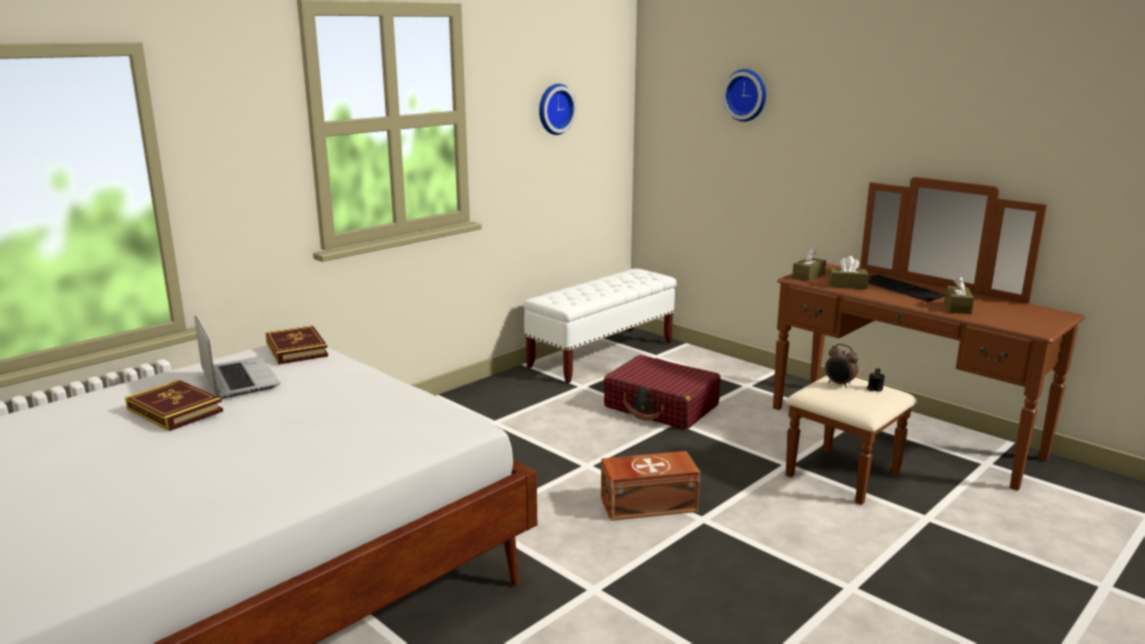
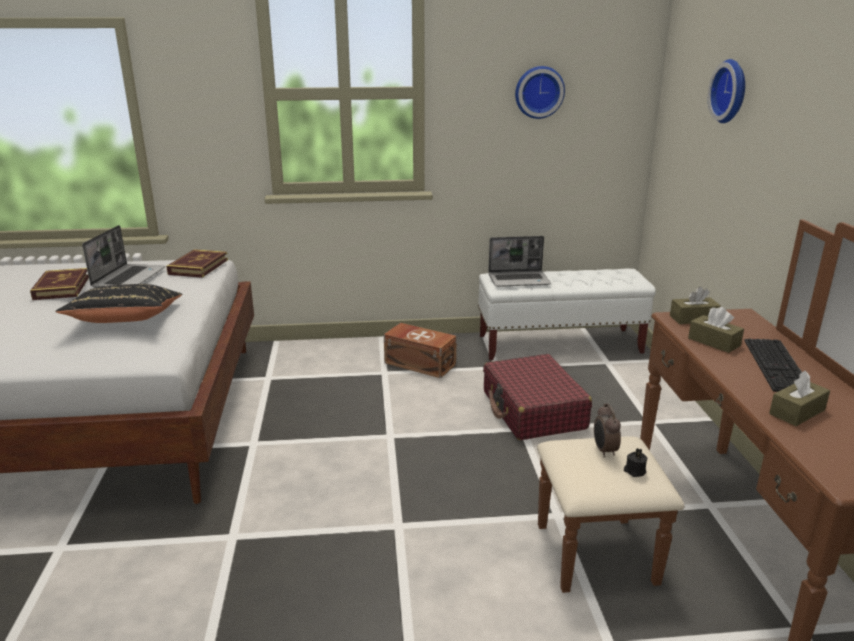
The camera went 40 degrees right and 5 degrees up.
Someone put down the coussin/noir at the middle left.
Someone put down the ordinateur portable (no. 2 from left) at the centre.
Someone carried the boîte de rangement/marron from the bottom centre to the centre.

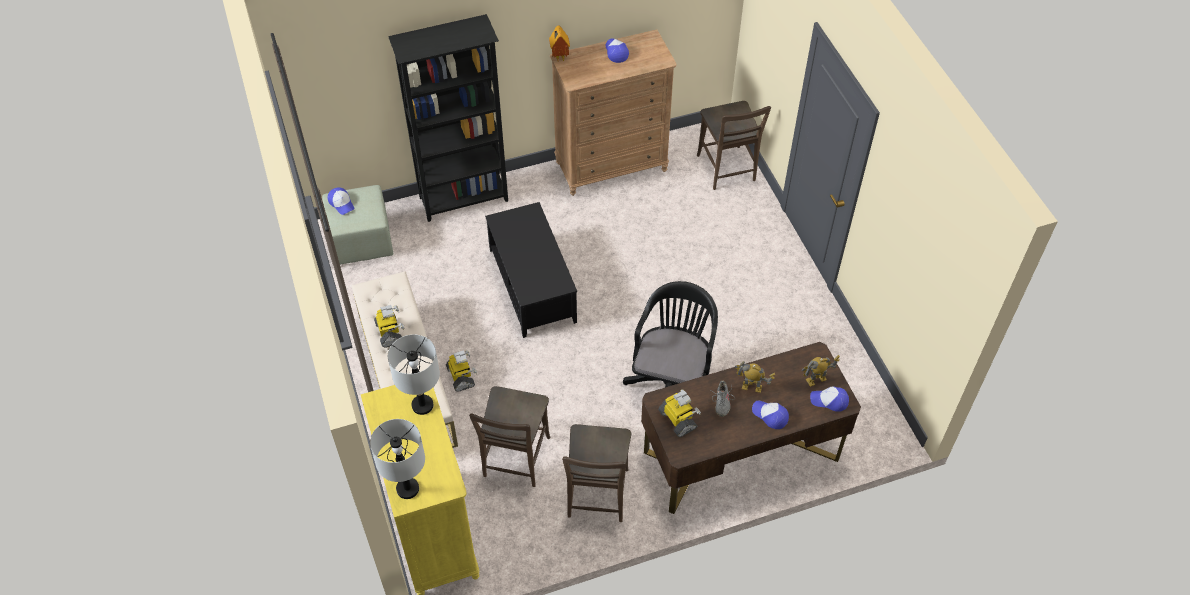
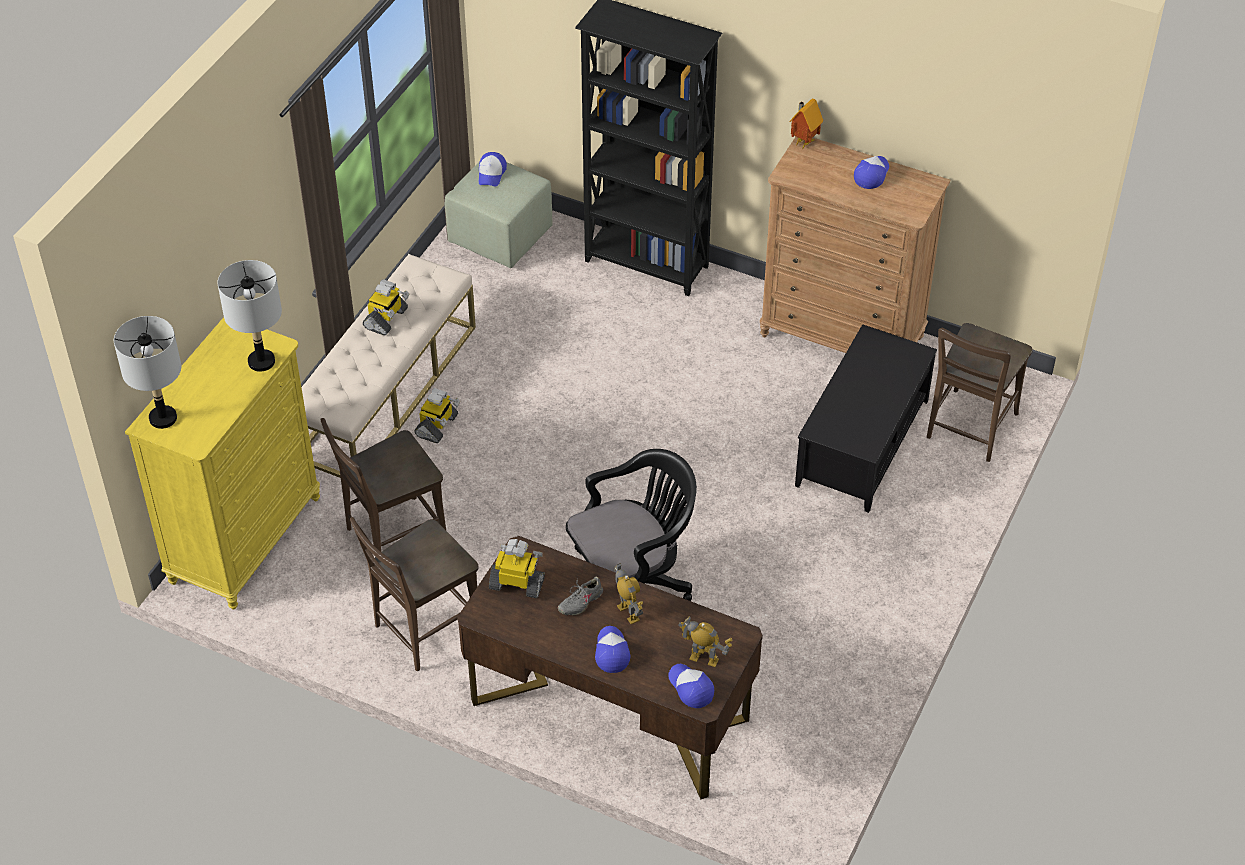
The camera went 45 degrees right and 5 degrees down.
Someone carried the table basse/noir from the centre to the middle right.
Someone rotated the robot jouet (no. 3 from left) at the bottom centre by 90 degrees counterclockwise.

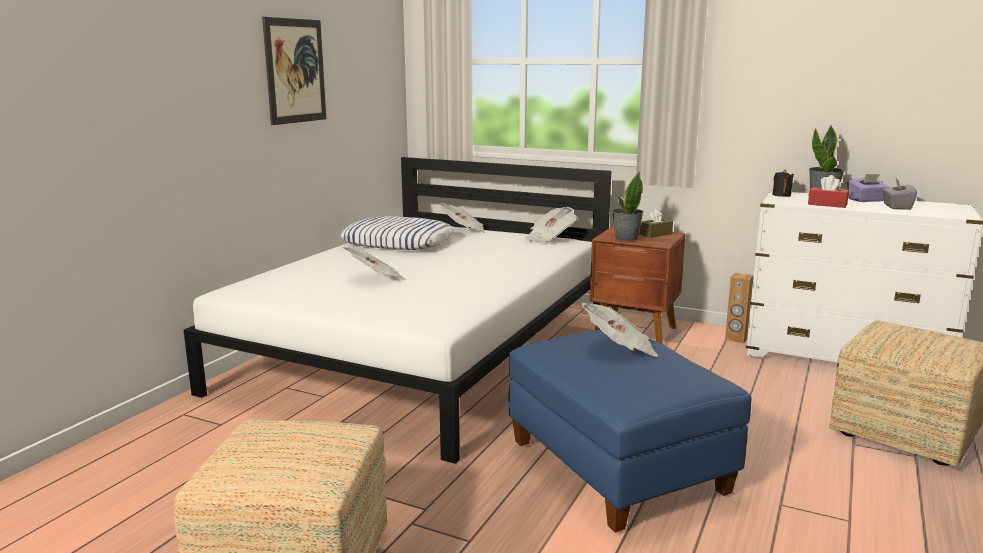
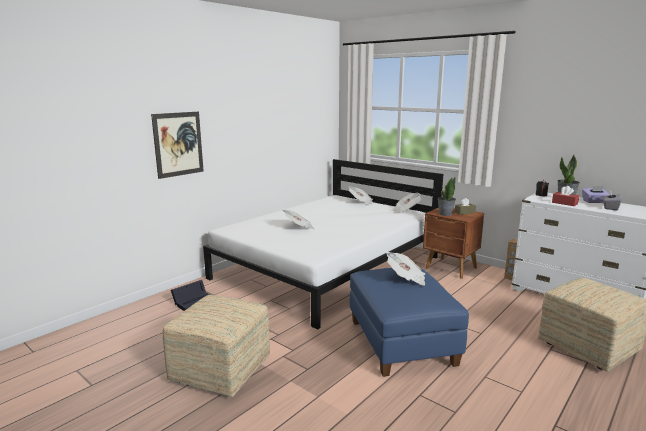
The camera went 15 degrees right and 0 degrees up.
Someone took away the coussin at the centre.
Someone put down the boîte de rangement/noir at the bottom left.
Someone carried the tableau from the top left to the middle left.

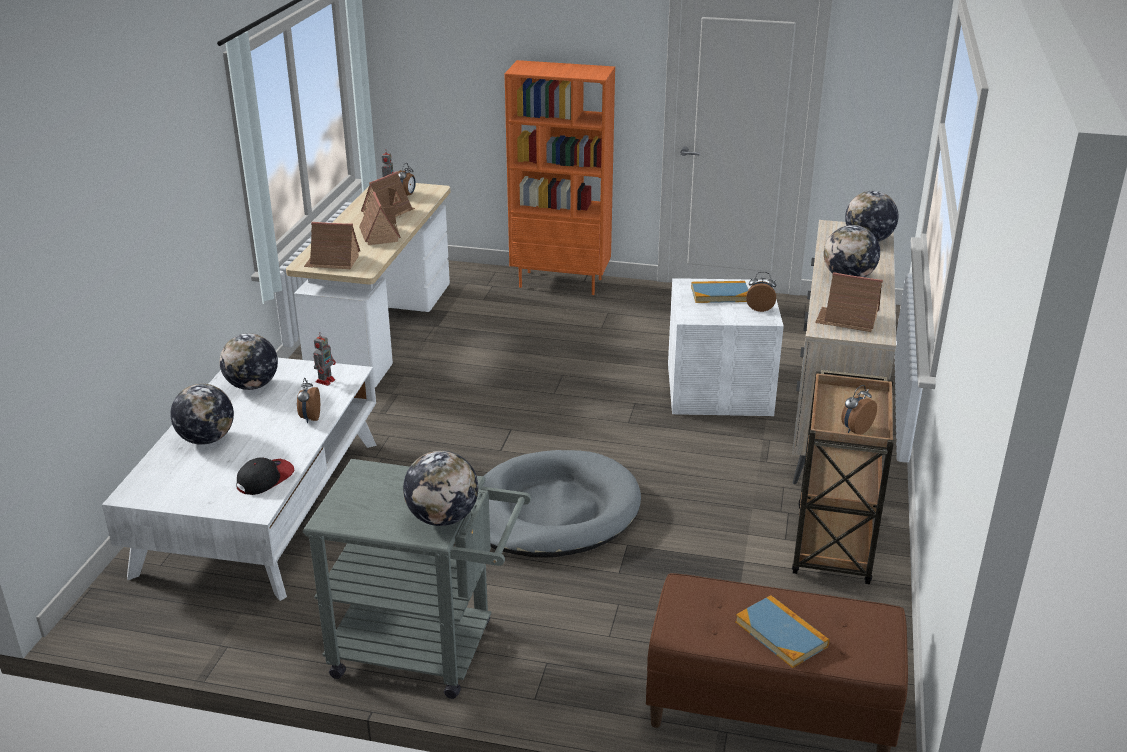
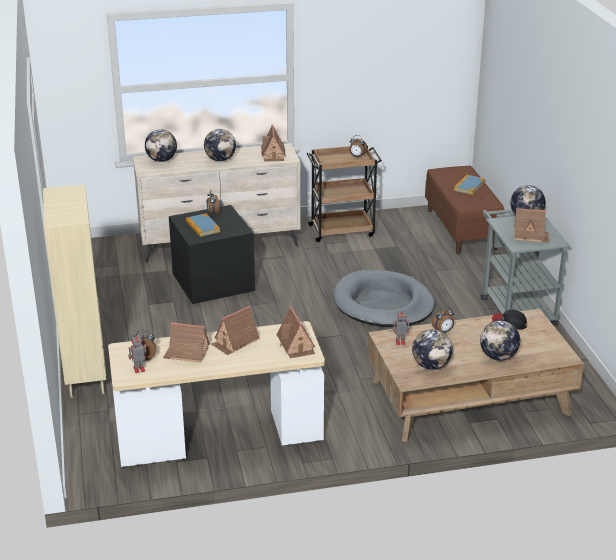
The camera went 115 degrees left and 0 degrees up.
Someone put down the maison miniature (no. 5 from left) at the middle right.
Someone repainted the table basse/blanc at the middle left, which became the table basse/marron at the bottom right.
Someone repainted the bibliothèque/orange at the top centre, which became the bibliothèque/beige at the middle left.
Someone repainted the boîte de rangement/blanc at the centre, which became the boîte de rangement/noir at the centre.

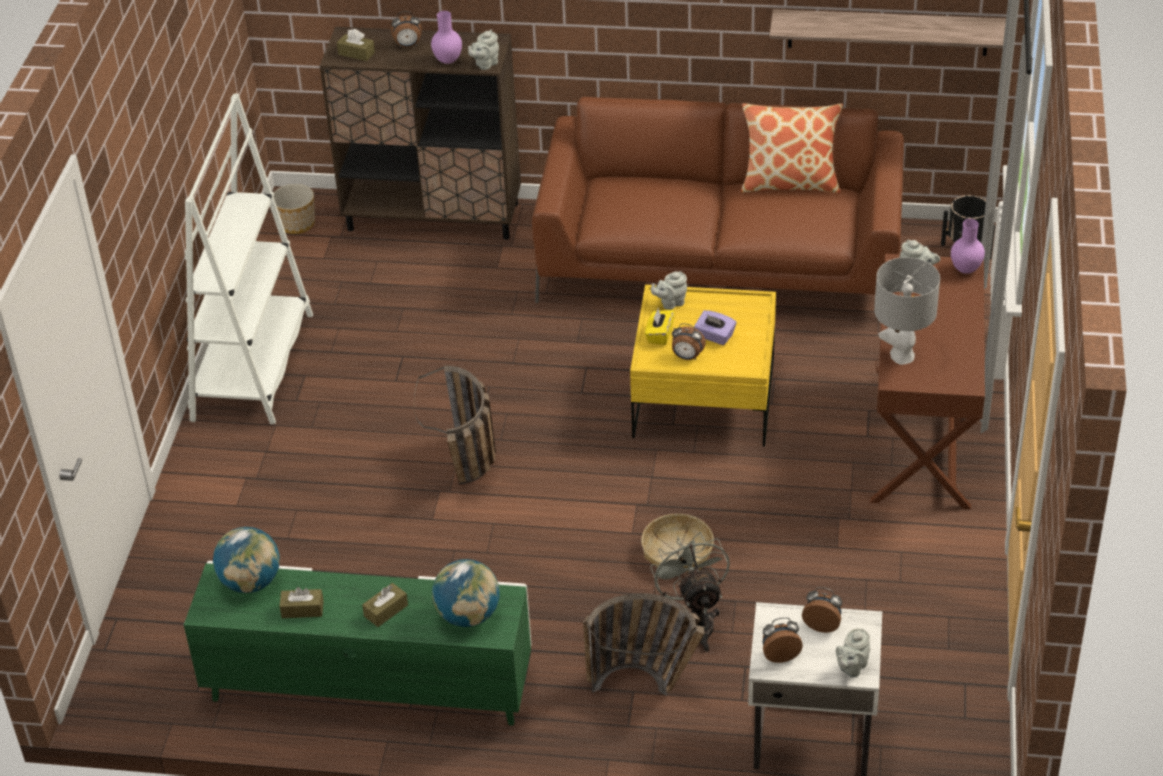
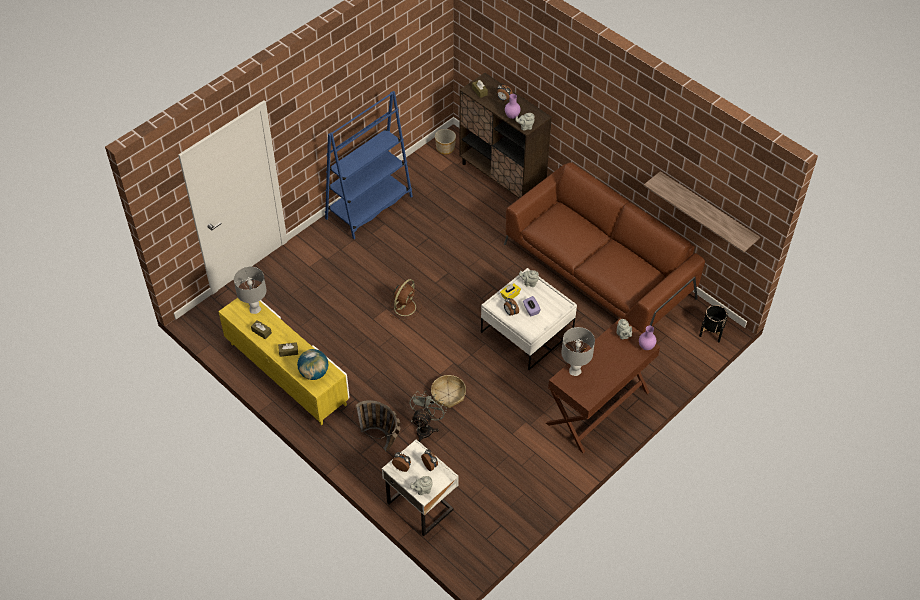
The camera went 35 degrees right and 10 degrees up.
Someone took away the coussin at the top right.
Someone swapped the globe (no. 1 from left) at the bottom left for the lampe de table/gris (no. 1 from left) at the middle left.
Someone swapped the panier (no. 1 from left) at the centre for the ventilateur/marron at the centre.
Someone repainted the meuble télé/vert at the bottom left, which became the meuble télé/jaune at the middle left.
Someone repainted the bibliothèque/blanc at the top left, which became the bibliothèque/bleu at the top centre.
Someone repainted the table basse/jaune at the centre, which became the table basse/blanc at the centre.

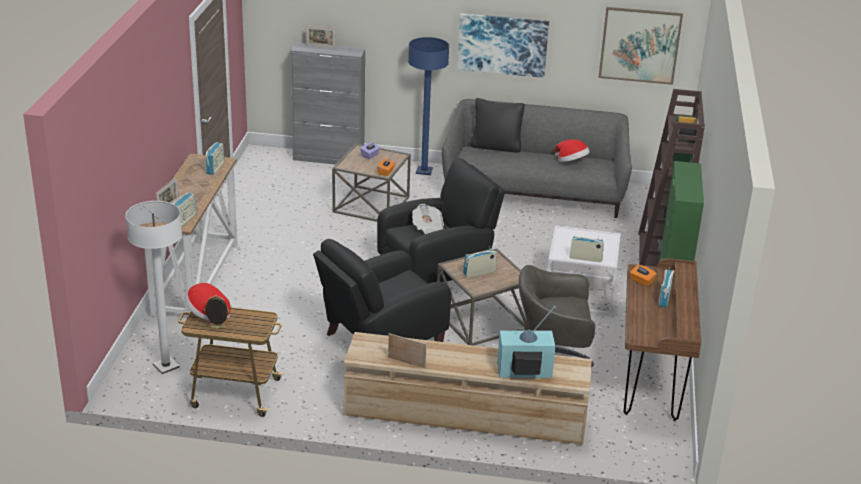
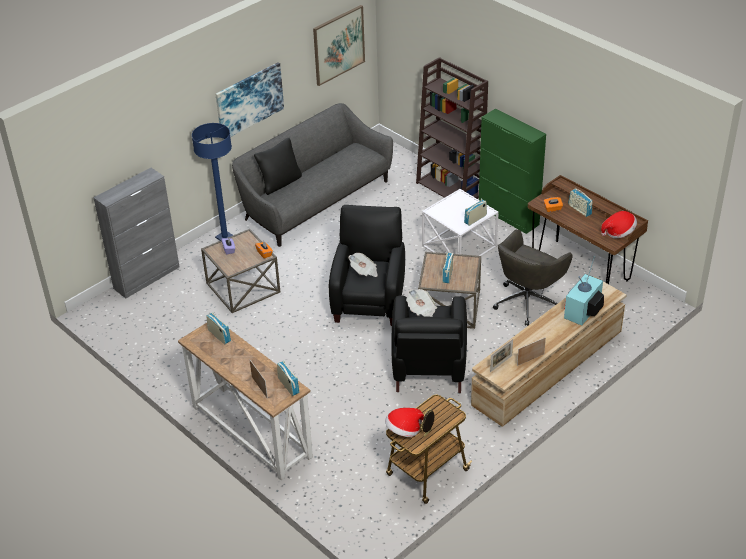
The camera went 50 degrees left and 10 degrees up.
Someone took away the lampadaire/blanc at the middle left.
Someone put down the journal (no. 2 from left) at the centre.
Someone carried the cadre photo (no. 3 from left) from the top centre to the middle right.
Someone carried the chapeau (no. 2 from left) from the top centre to the middle right.

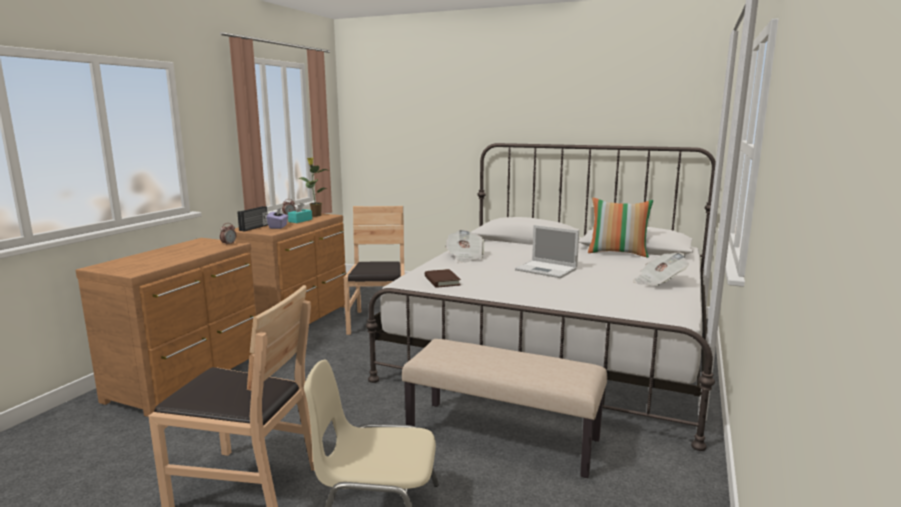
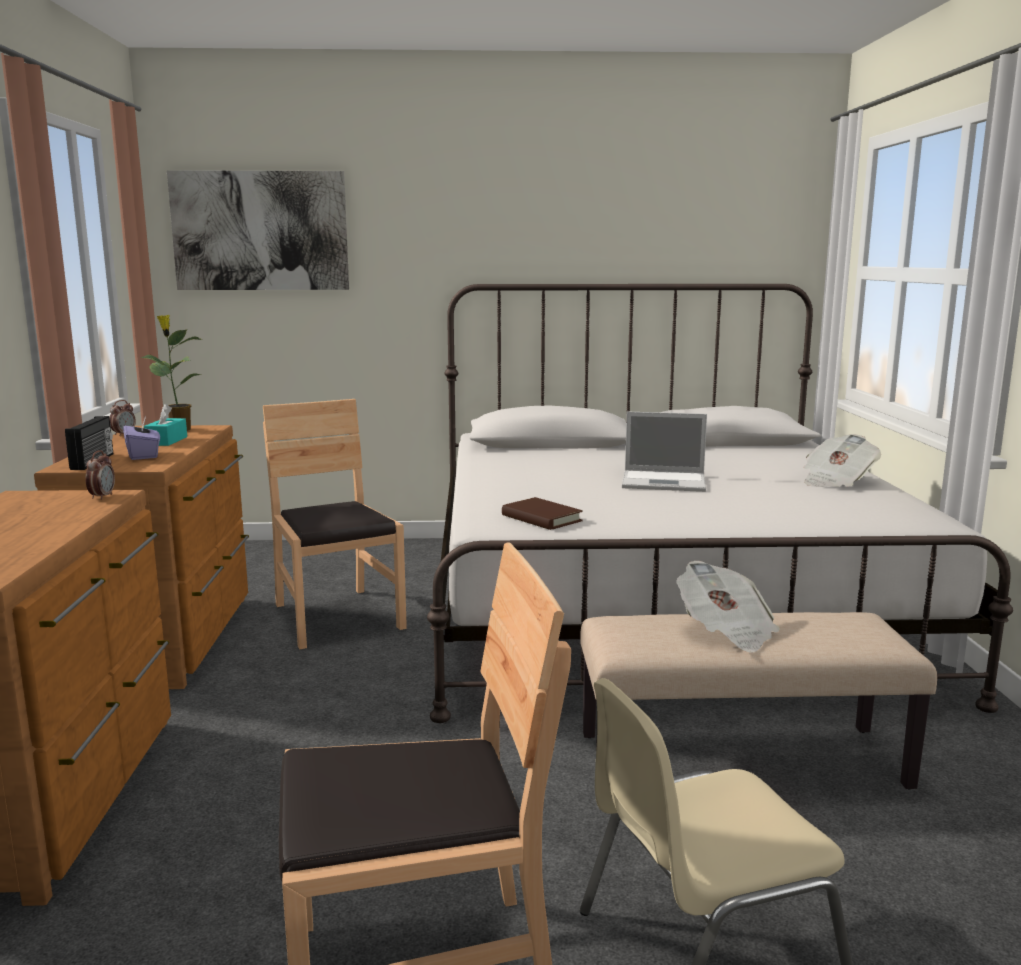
The camera went 25 degrees left and 0 degrees up.
Someone took away the coussin at the middle right.
Someone put up the tableau at the top left.
Someone carried the journal (no. 1 from left) from the centre to the middle right.

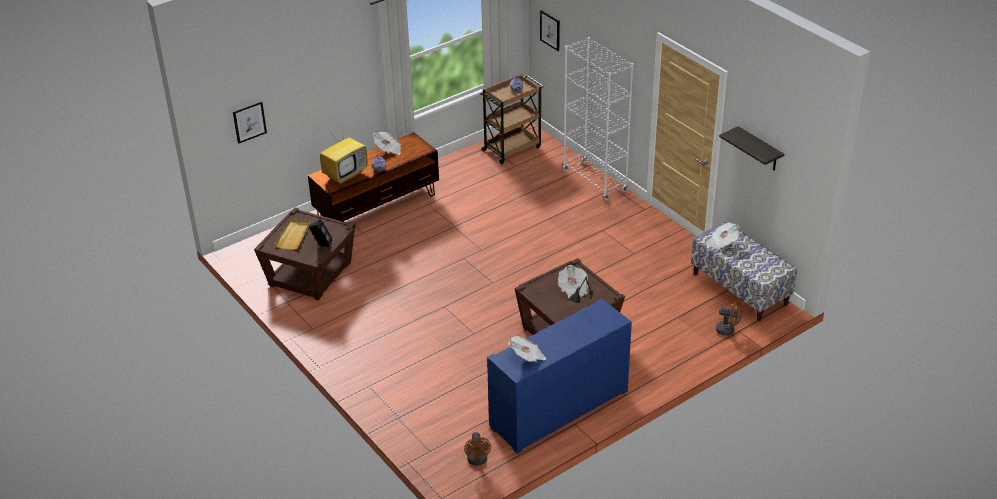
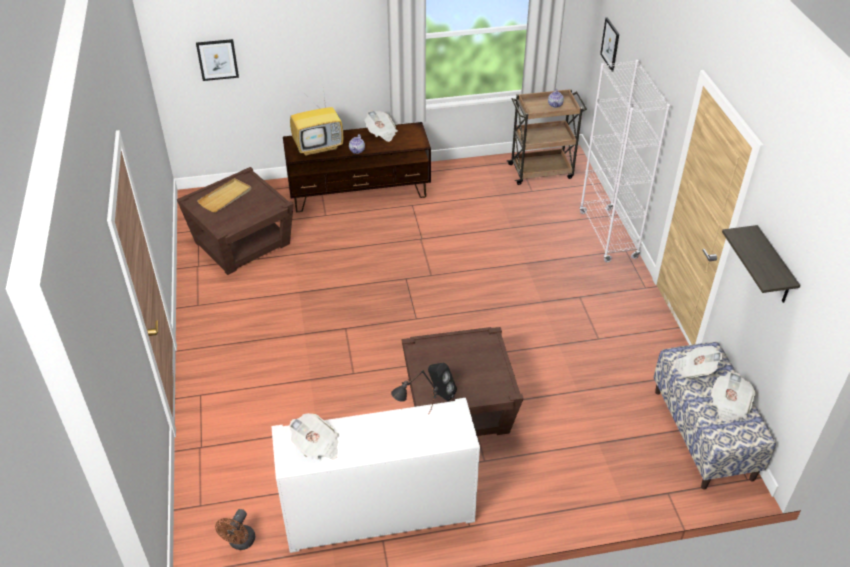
The camera went 25 degrees right and 5 degrees up.
Someone took away the ventilateur/marron (no. 2 from left) at the middle right.
Someone carried the enceinte/noir from the middle left to the bottom centre.
Someone carried the journal (no. 3 from left in the first image) from the centre to the bottom right.
Someone repainted the meuble de rangement/bleu at the bottom centre, which became the meuble de rangement/blanc at the bottom centre.

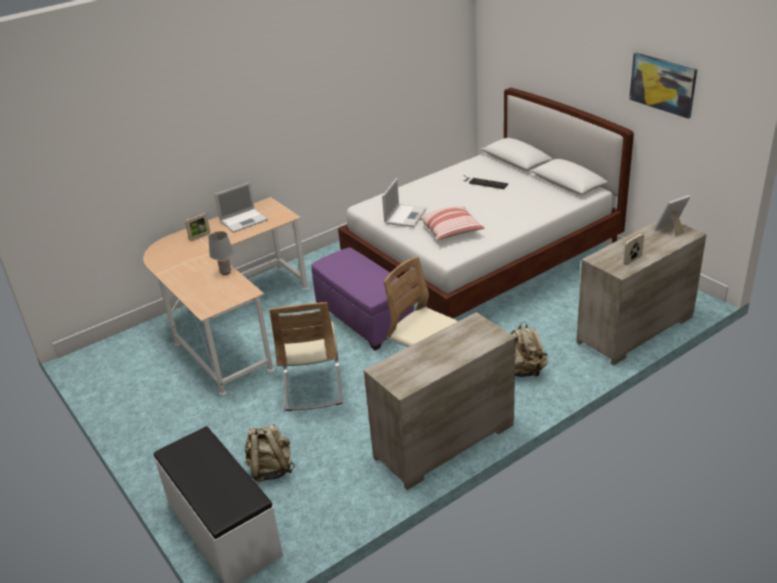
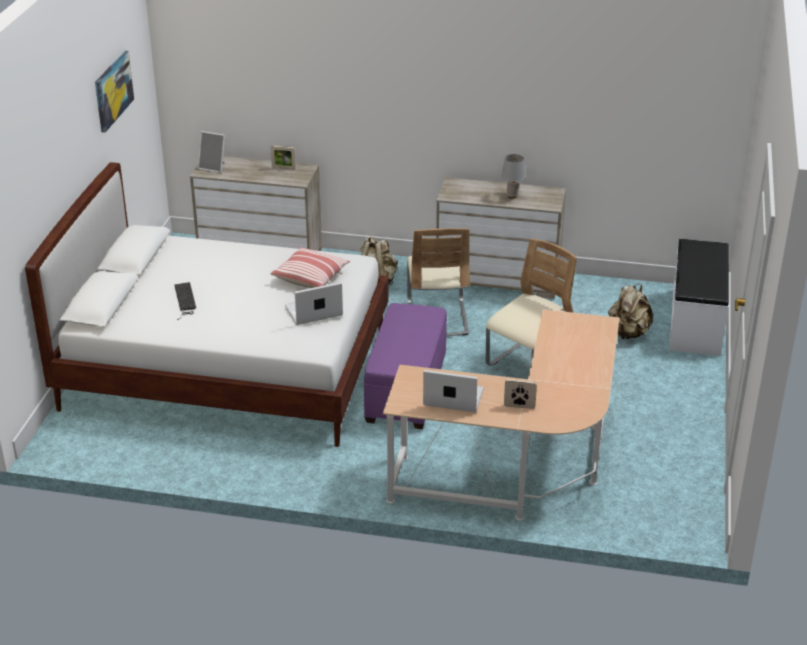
The camera went 135 degrees left and 0 degrees up.
Someone carried the lampe de table/gris from the middle left to the top centre.

